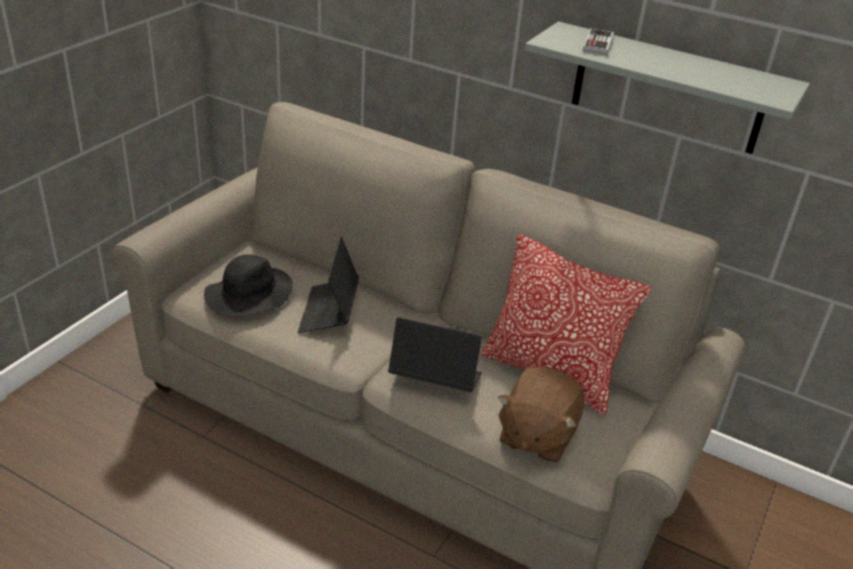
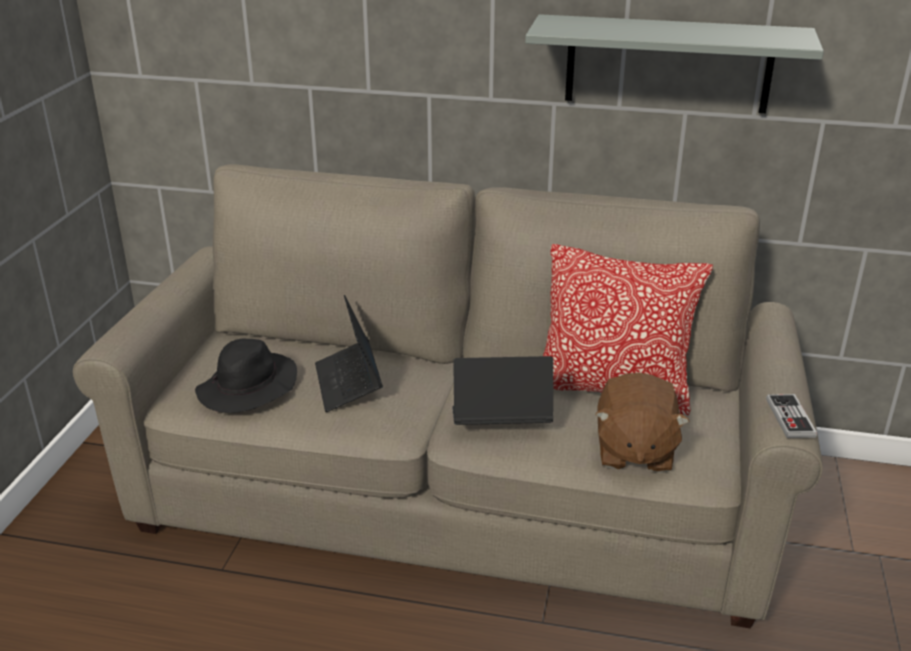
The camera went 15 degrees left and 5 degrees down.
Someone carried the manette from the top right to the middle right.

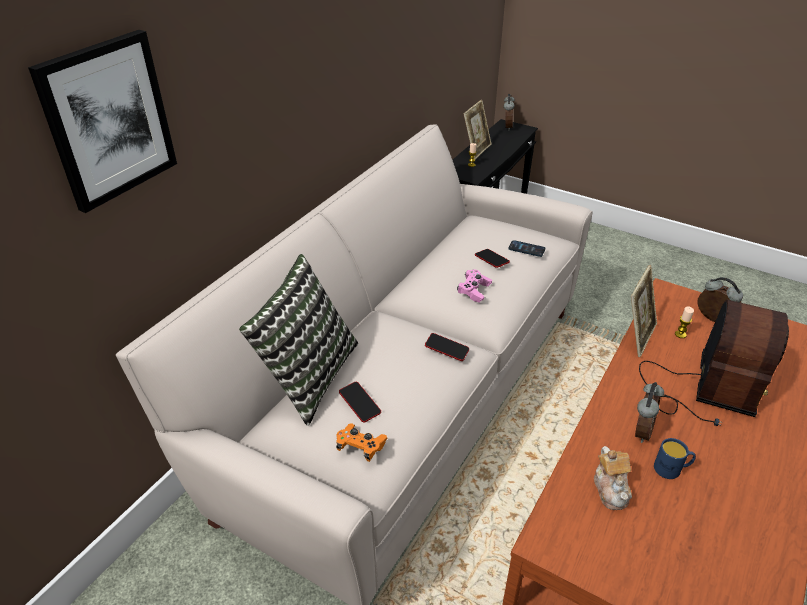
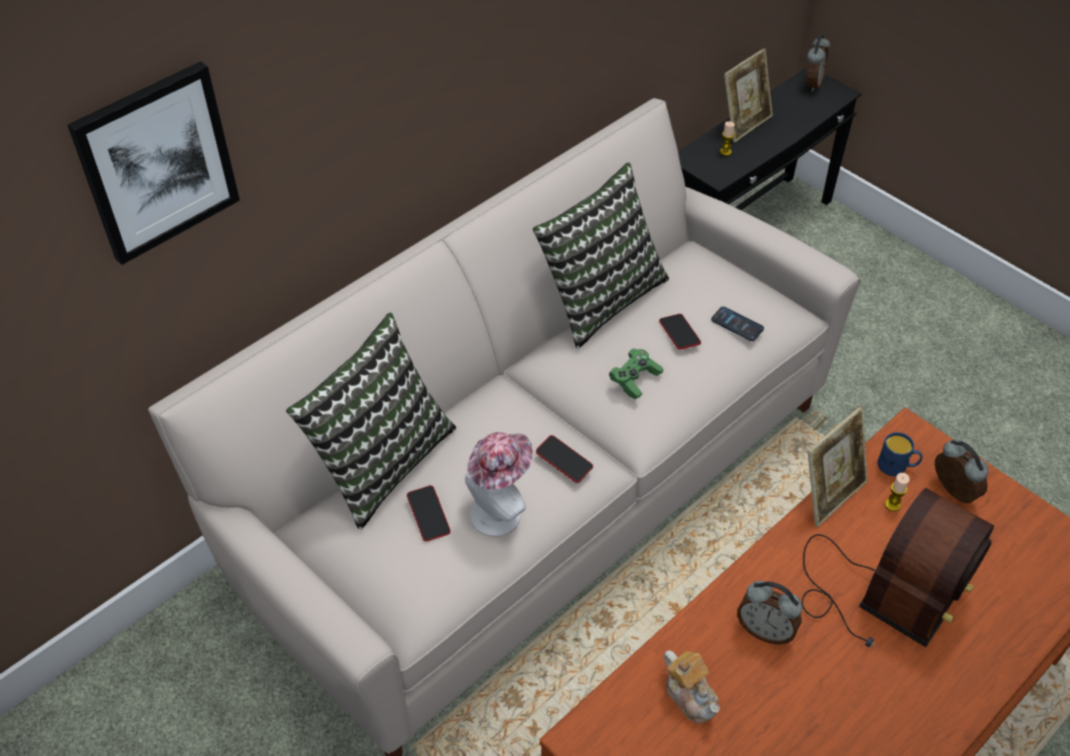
The camera went 15 degrees right and 10 degrees up.
Someone took away the manette/orange at the bottom centre.
Someone put down the chapeau at the centre.
Someone put down the coussin (no. 2 from left) at the centre.
Someone carried the mug/bleu from the bottom right to the middle right.
Someone repainted the manette/rose at the centre, which became the manette/vert at the centre.
Someone rotated the théière at the bottom right by 45 degrees counterclockwise.
Someone rotated the réveil (no. 2 from left in the first image) at the bottom right by 75 degrees clockwise.

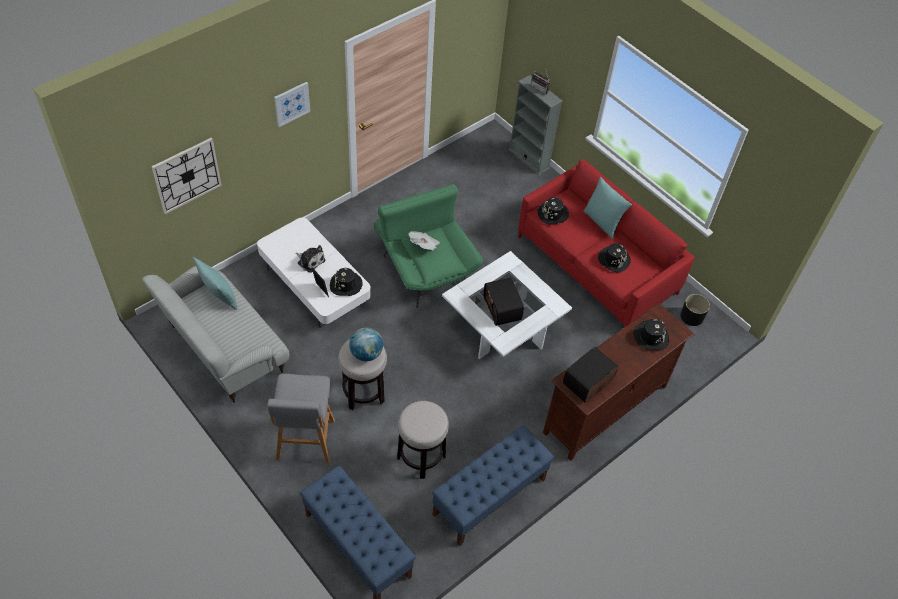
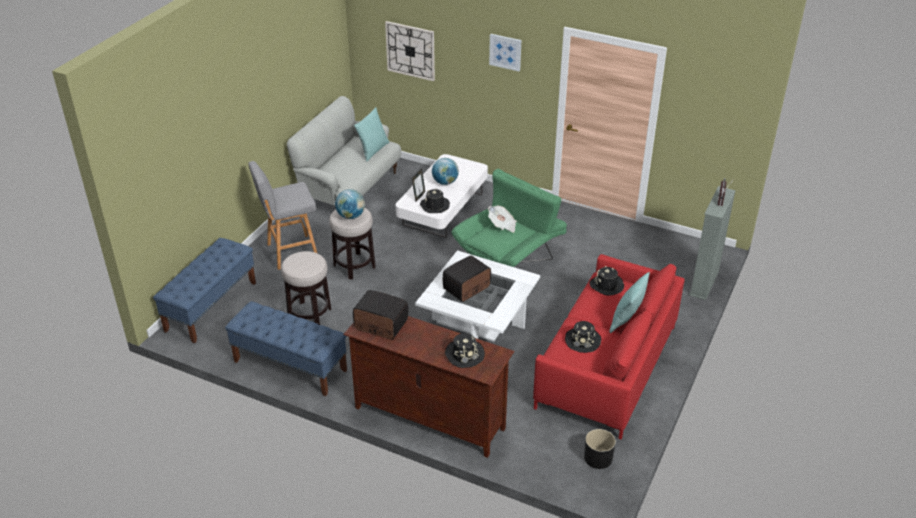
The camera went 70 degrees right and 15 degrees down.
Someone swapped the peluche at the centre for the globe (no. 2 from left) at the top centre.

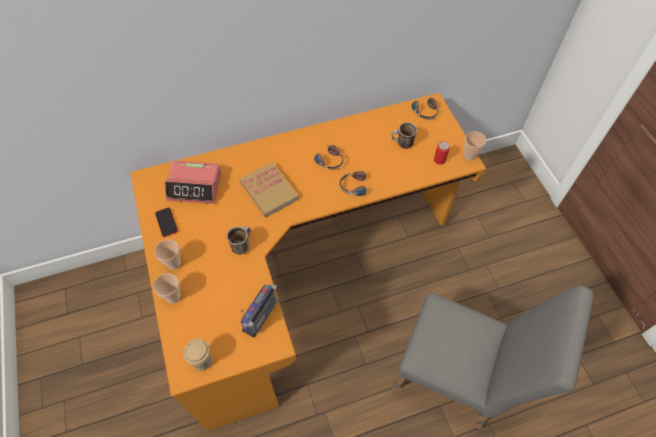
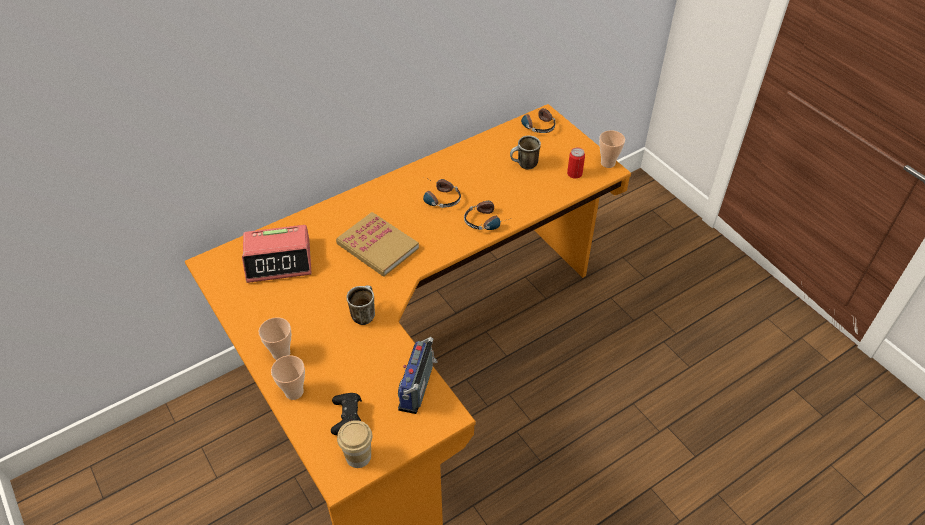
The camera went 15 degrees left and 10 degrees down.
Someone took away the téléphone at the middle left.
Someone took away the chaise/gris at the bottom right.
Someone put down the manette/noir at the bottom centre.

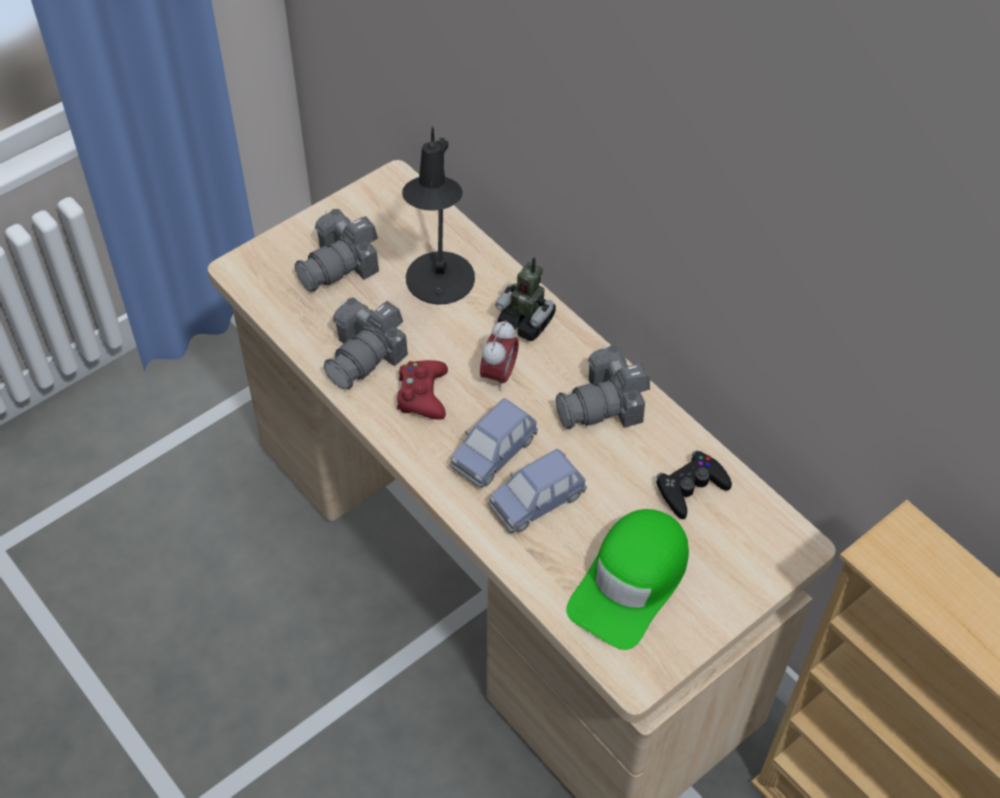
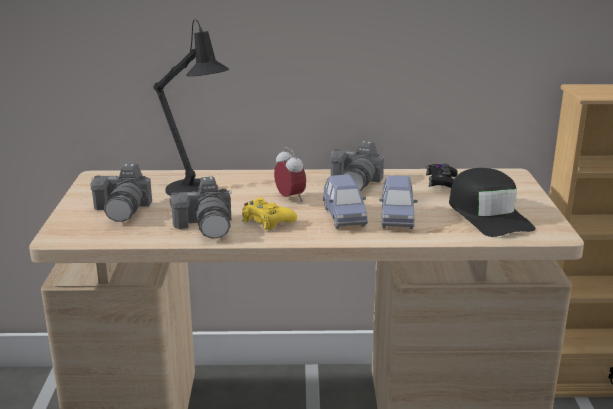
The camera went 50 degrees left and 30 degrees down.
Someone took away the robot jouet at the centre.
Someone repainted the manette/rouge at the centre, which became the manette/jaune at the centre.
Someone repainted the casquette/vert at the bottom centre, which became the casquette/noir at the middle right.

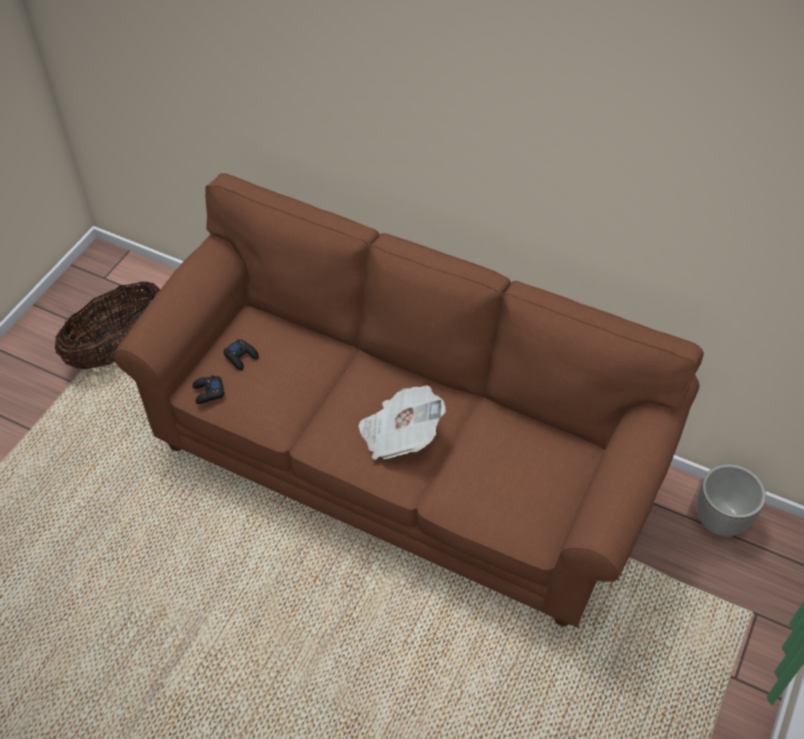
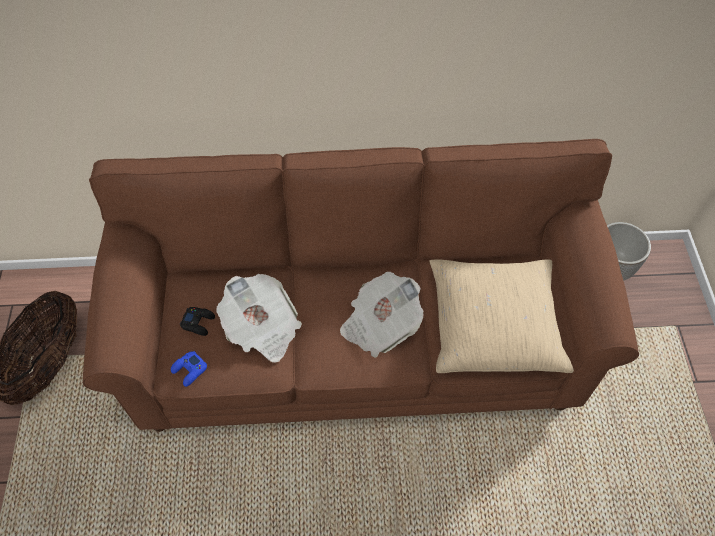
The camera went 30 degrees left and 5 degrees up.
Someone put down the journal (no. 1 from left) at the centre.
Someone put down the coussin/beige at the middle right.
Someone repainted the manette/noir (no. 1 from left) at the middle left, which became the manette/bleu at the bottom left.

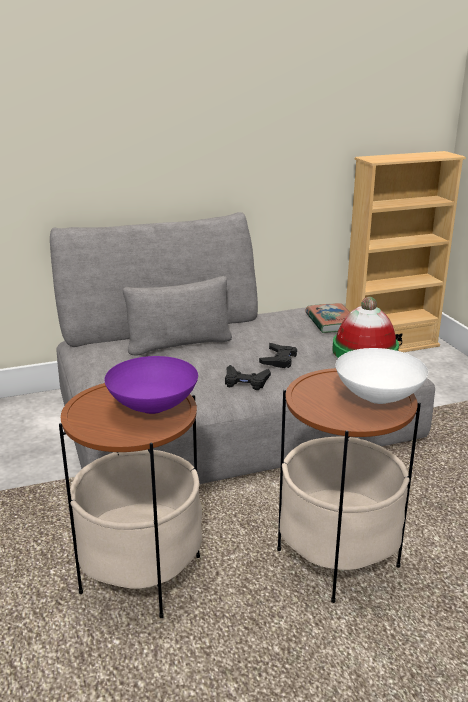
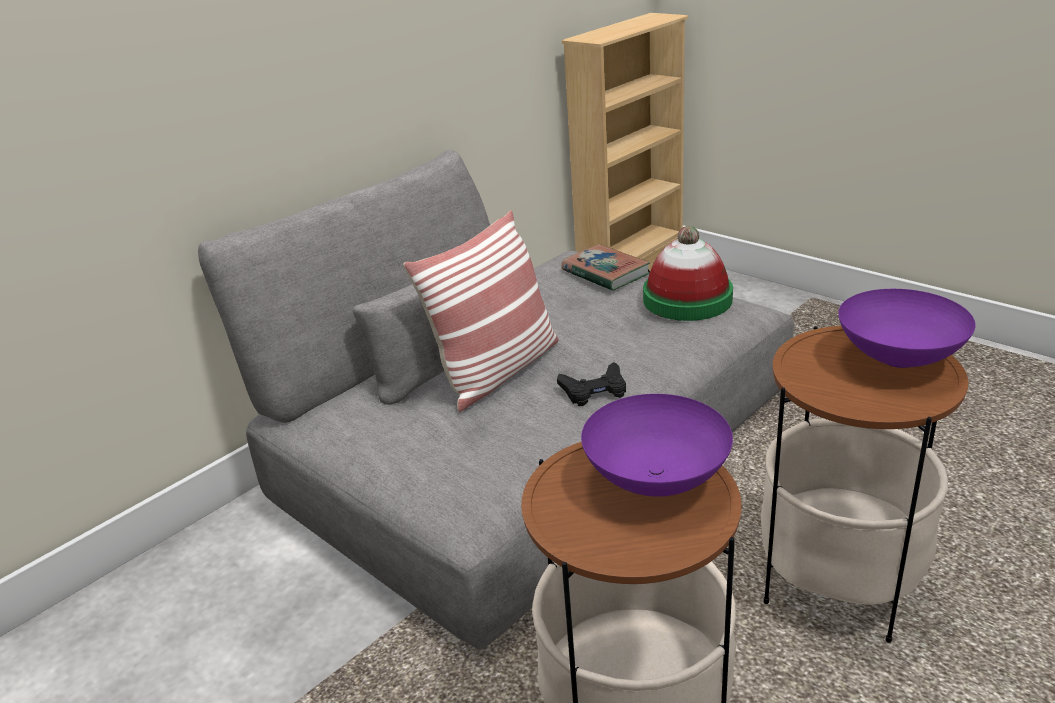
The camera went 25 degrees left and 5 degrees up.
Someone took away the manette/noir (no. 2 from left) at the centre.
Someone put down the coussin at the centre.
Someone repainted the bol/blanc at the middle right, which became the bol/violet (no. 2 from left) at the middle right.

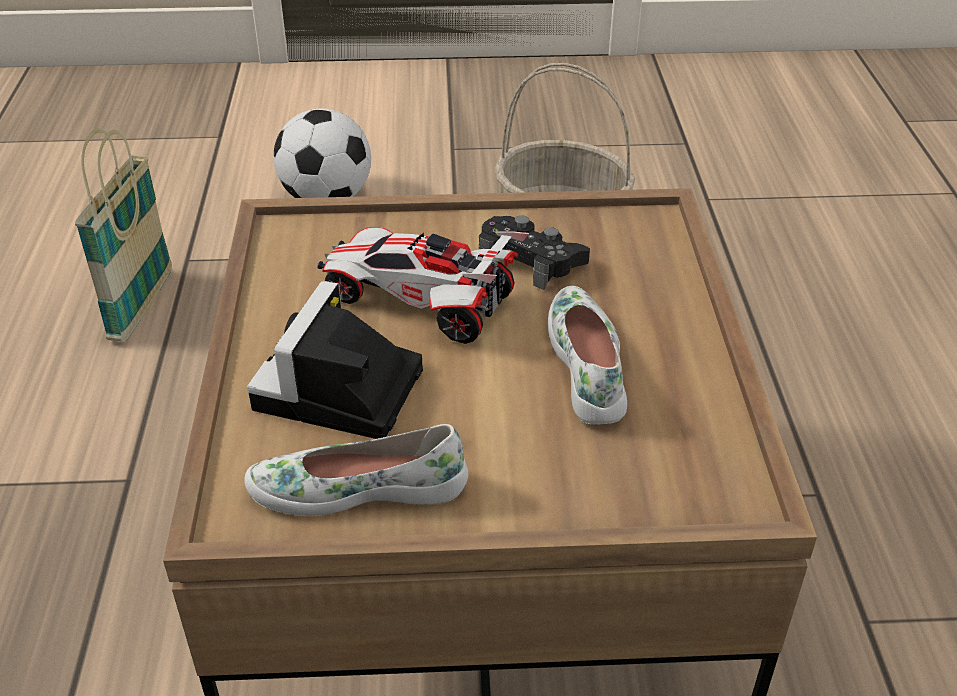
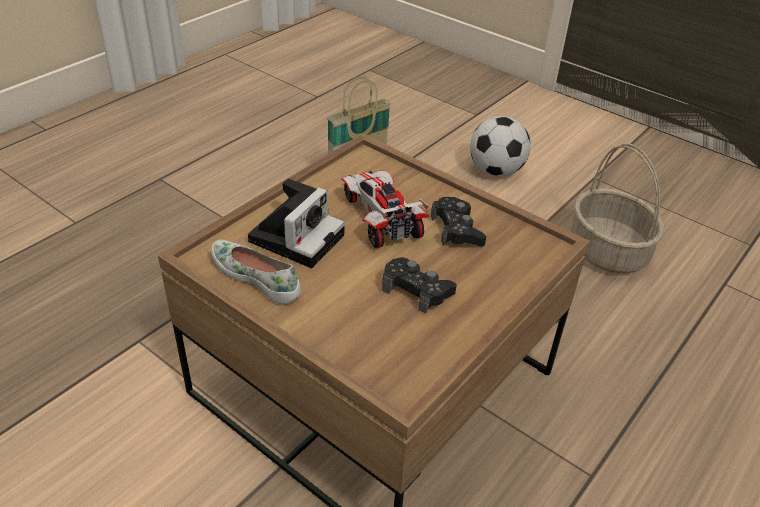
The camera went 40 degrees right and 0 degrees up.
Someone swapped the chaussure/blanc (no. 2 from left) at the centre for the manette/noir (no. 1 from left) at the centre.
Someone rotated the appareil photo at the centre by 150 degrees clockwise.

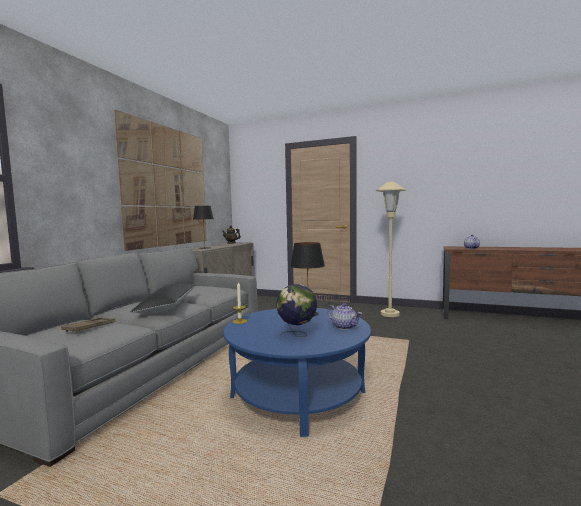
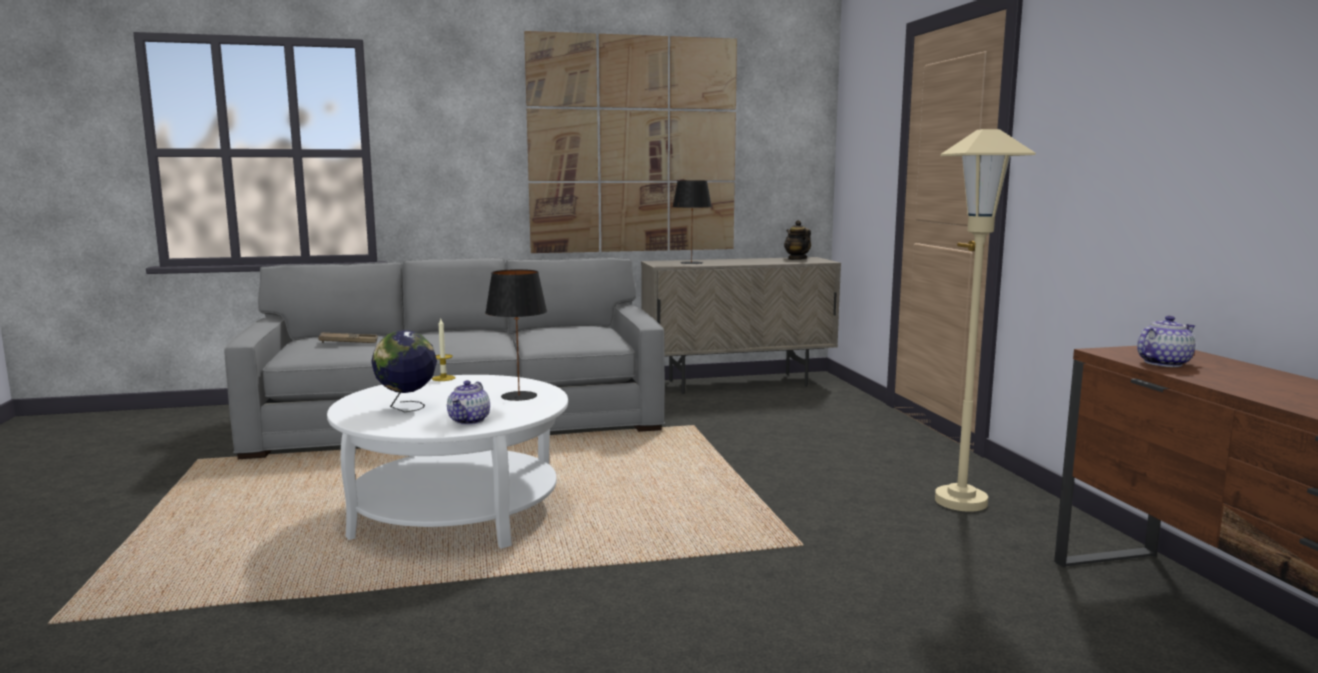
The camera went 55 degrees right and 5 degrees up.
Someone took away the coussin/noir at the middle left.
Someone repainted the table basse/bleu at the bottom centre, which became the table basse/blanc at the bottom centre.

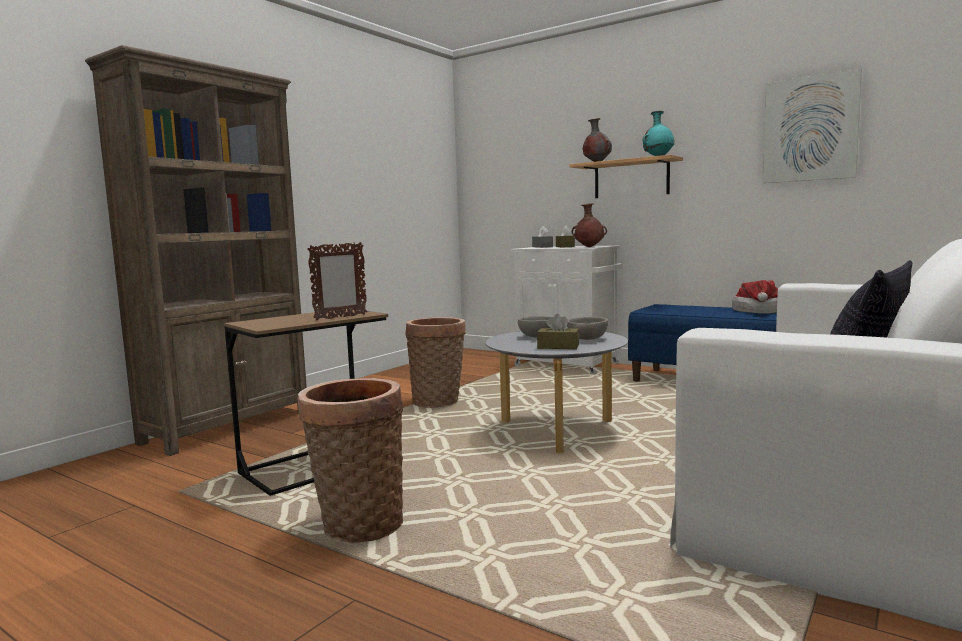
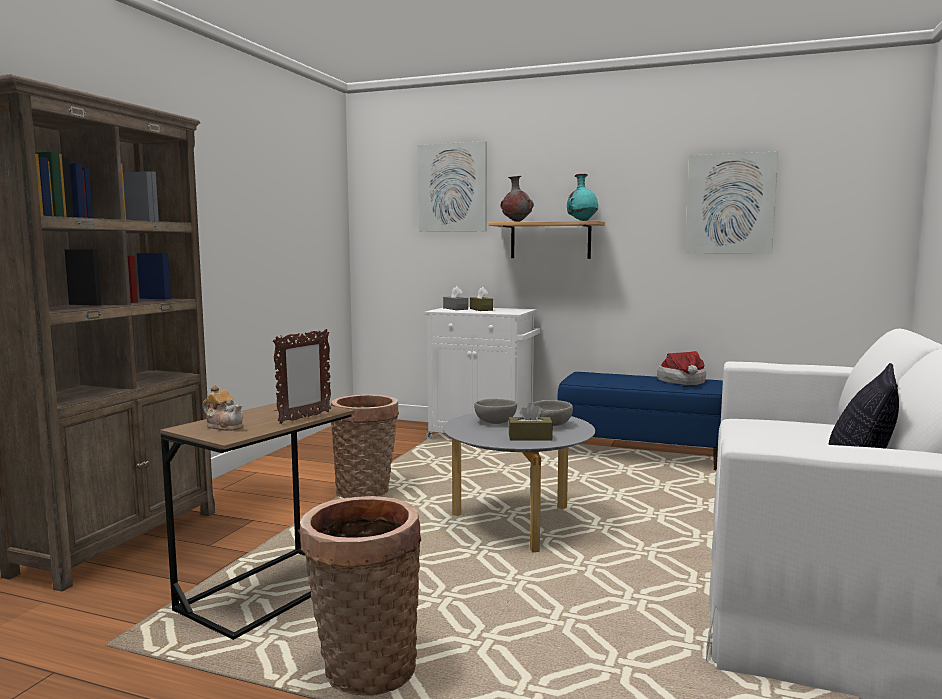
The camera went 15 degrees left and 0 degrees up.
Someone took away the vase/marron at the centre.
Someone put down the théière at the middle left.
Someone put up the tableau (no. 1 from left) at the top centre.

